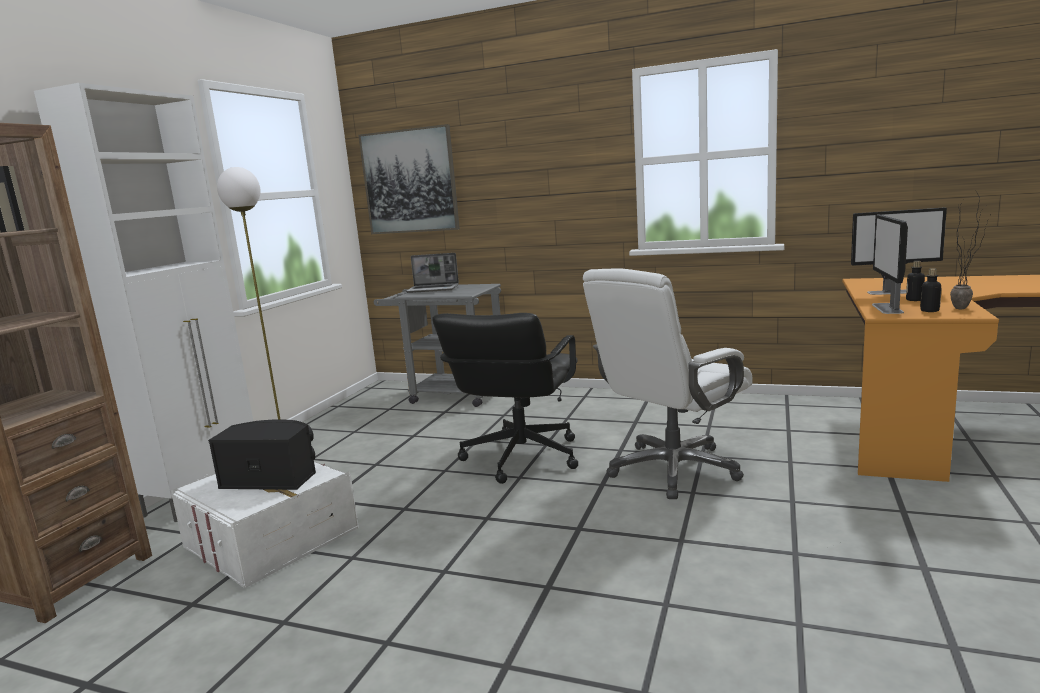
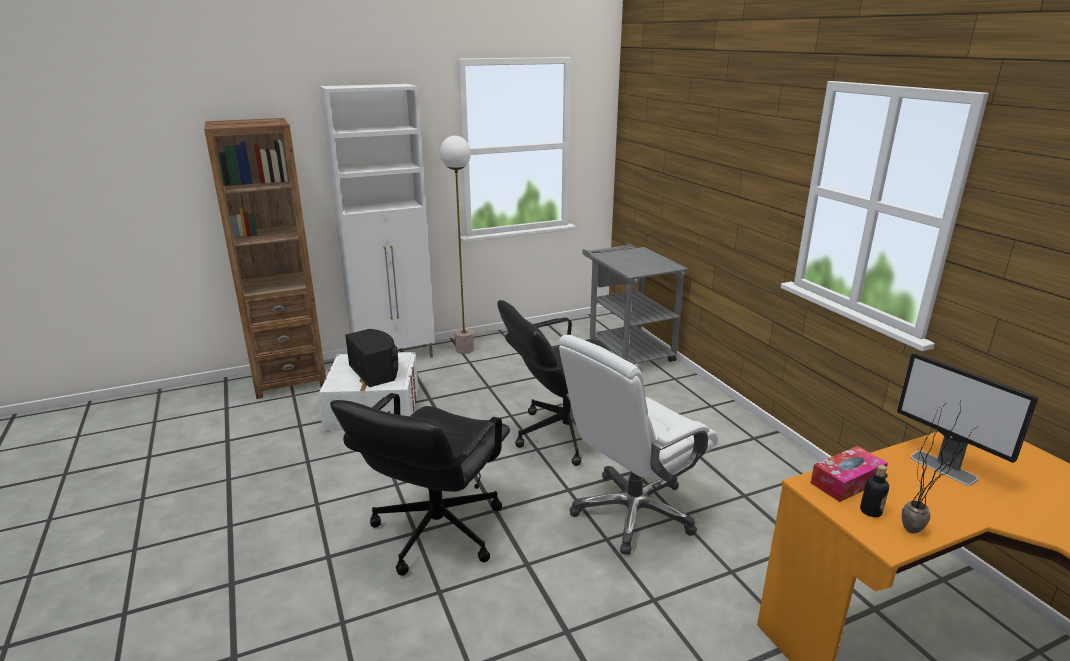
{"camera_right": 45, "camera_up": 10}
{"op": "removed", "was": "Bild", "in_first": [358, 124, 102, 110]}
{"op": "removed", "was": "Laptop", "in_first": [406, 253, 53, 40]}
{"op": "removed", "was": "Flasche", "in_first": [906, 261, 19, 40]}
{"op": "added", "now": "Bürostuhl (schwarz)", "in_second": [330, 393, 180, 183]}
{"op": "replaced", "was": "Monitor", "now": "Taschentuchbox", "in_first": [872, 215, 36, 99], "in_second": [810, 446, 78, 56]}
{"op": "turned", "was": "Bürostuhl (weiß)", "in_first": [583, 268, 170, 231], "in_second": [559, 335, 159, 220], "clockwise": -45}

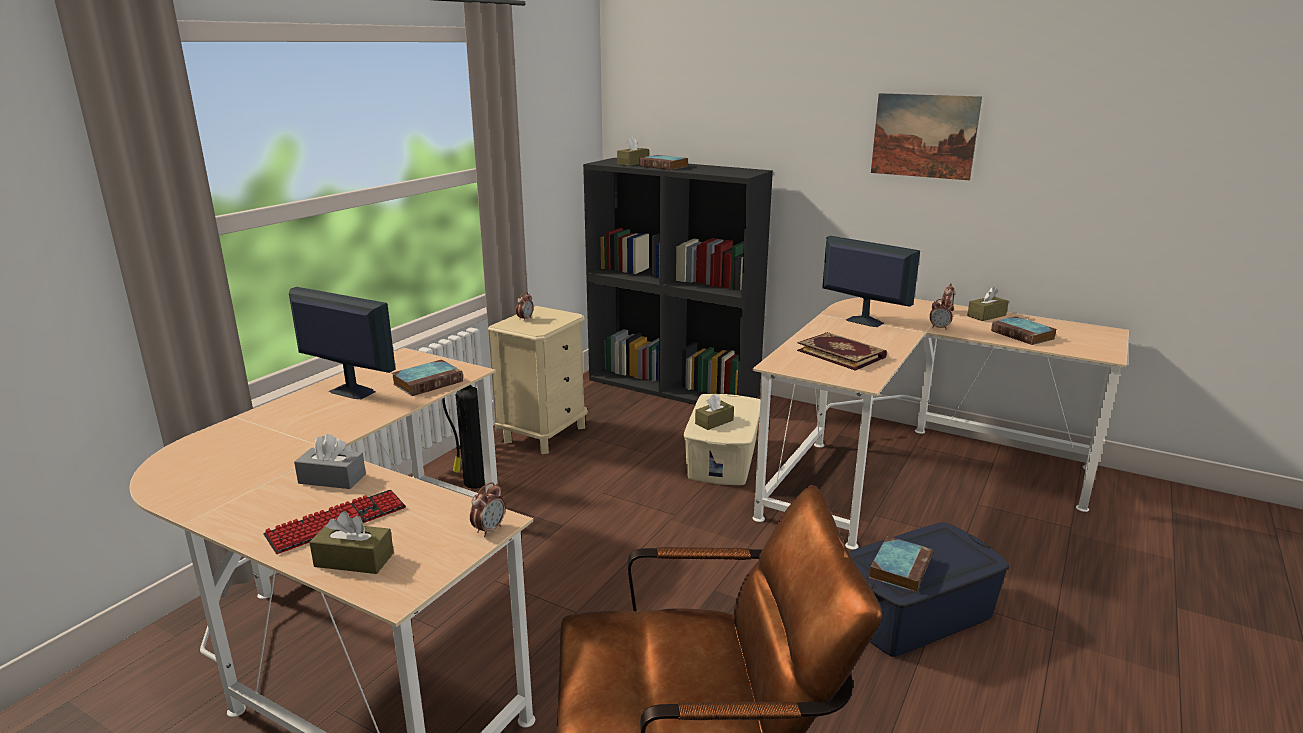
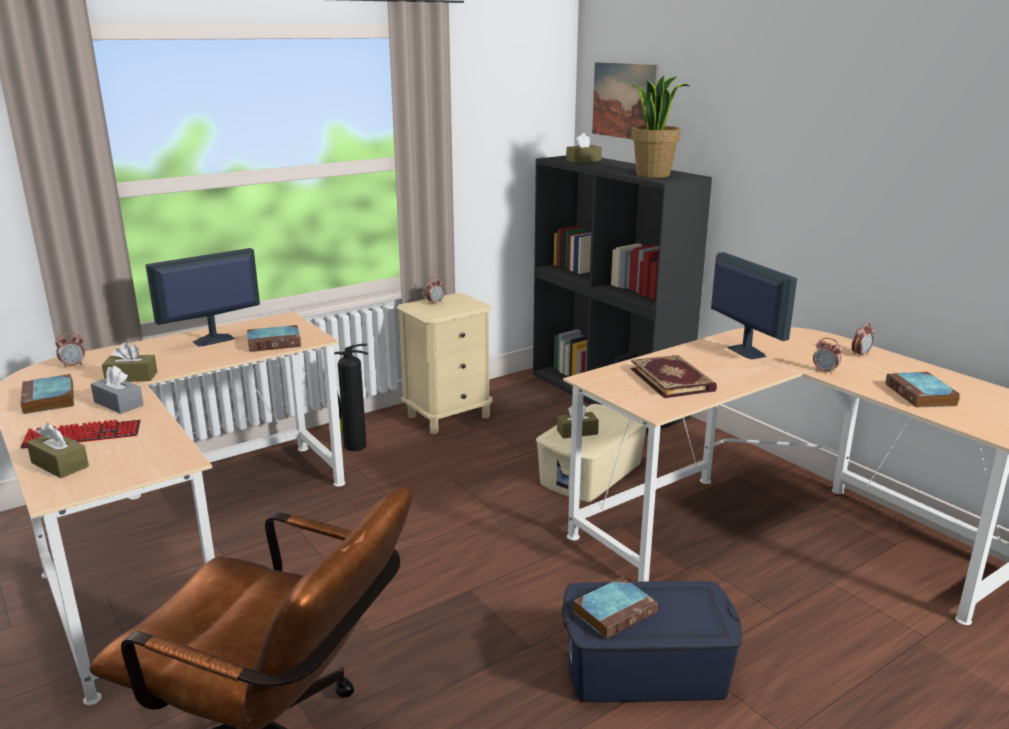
{"camera_right": 25, "camera_up": 0}
{"op": "added", "now": "Topfpflanze", "in_second": [630, 76, 59, 102]}
{"op": "moved", "was": "Wecker", "in_first": [470, 482, 35, 55], "in_second": [55, 332, 30, 36]}
{"op": "moved", "was": "Buch", "in_first": [639, 155, 49, 15], "in_second": [21, 374, 53, 40]}
{"op": "moved", "was": "Bild", "in_first": [871, 93, 111, 87], "in_second": [592, 62, 66, 77]}
{"op": "moved", "was": "Taschentuchbox (braun)", "in_first": [967, 287, 42, 34], "in_second": [102, 342, 56, 40]}
{"op": "turned", "was": "Monitor", "in_first": [289, 287, 107, 112], "in_second": [146, 248, 114, 99], "clockwise": -90}

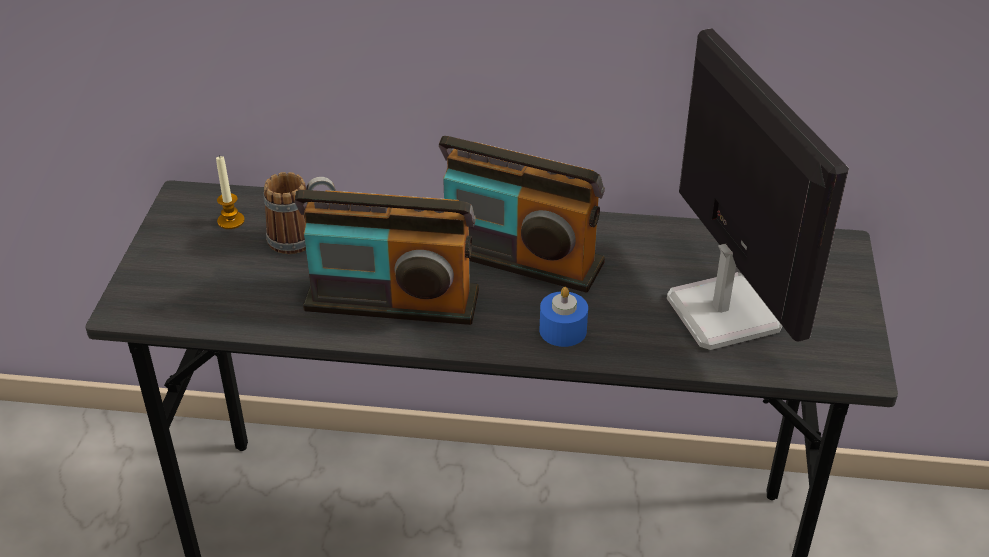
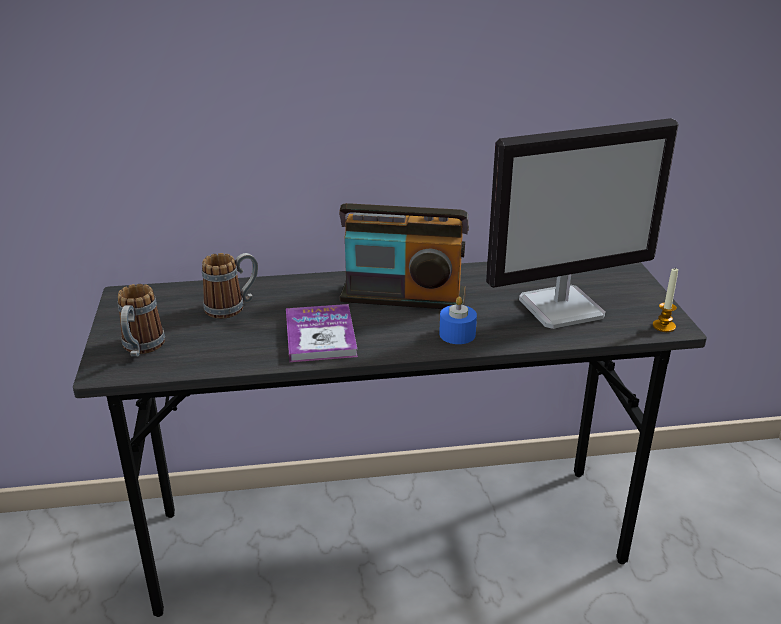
{"camera_right": -15, "camera_up": -10}
{"op": "added", "now": "Henkelbecher", "in_second": [118, 284, 47, 73]}
{"op": "moved", "was": "Kerze", "in_first": [216, 155, 29, 74], "in_second": [653, 267, 25, 65]}
{"op": "replaced", "was": "Radio", "now": "Buch", "in_first": [294, 190, 185, 135], "in_second": [286, 304, 72, 58]}
{"op": "turned", "was": "Monitor", "in_first": [667, 28, 182, 322], "in_second": [486, 118, 193, 211], "clockwise": 105}

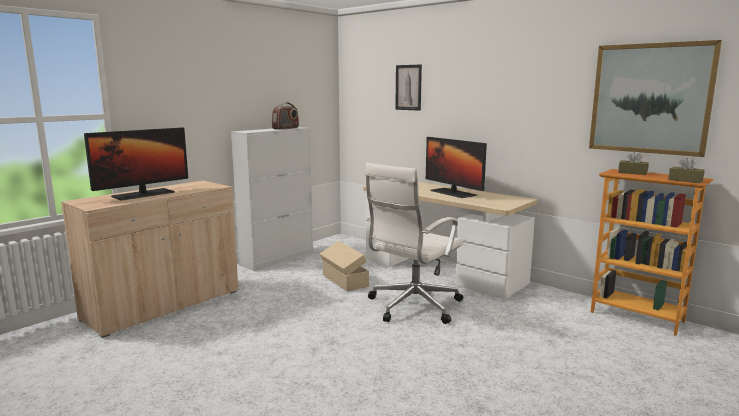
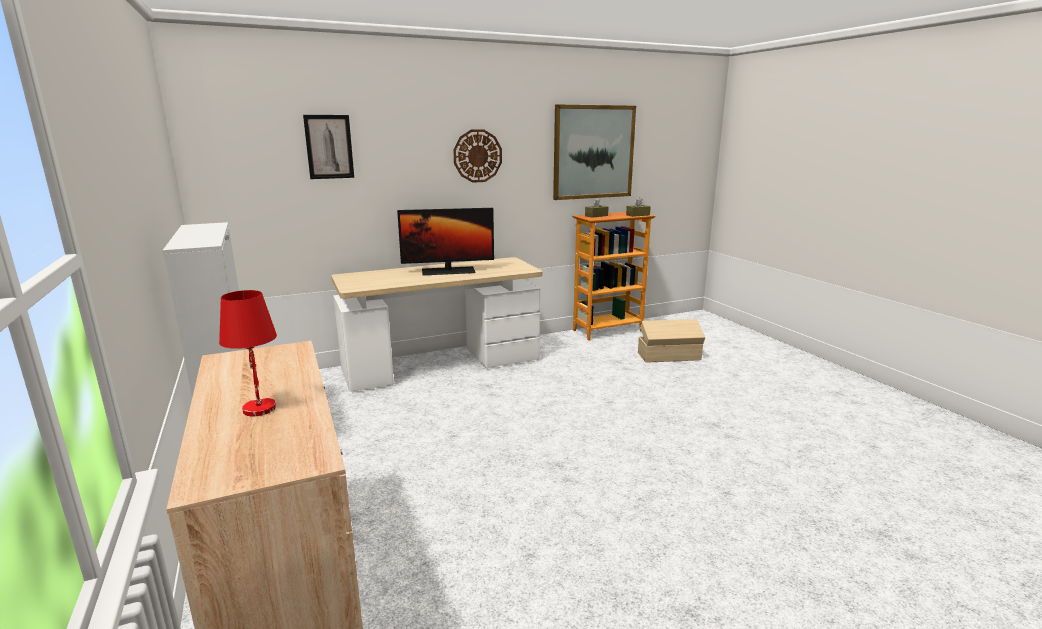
{"camera_right": -65, "camera_up": 5}
{"op": "removed", "was": "Radio", "in_first": [272, 102, 27, 28]}
{"op": "removed", "was": "Bürostuhl (weiß)", "in_first": [364, 163, 99, 161]}
{"op": "added", "now": "Wanduhr", "in_second": [453, 129, 49, 54]}
{"op": "moved", "was": "Aufbewahrungsbox (beige)", "in_first": [320, 241, 49, 51], "in_second": [638, 319, 67, 44]}
{"op": "replaced", "was": "Monitor", "now": "Tischlampe (rot)", "in_first": [84, 127, 104, 74], "in_second": [219, 290, 58, 126]}

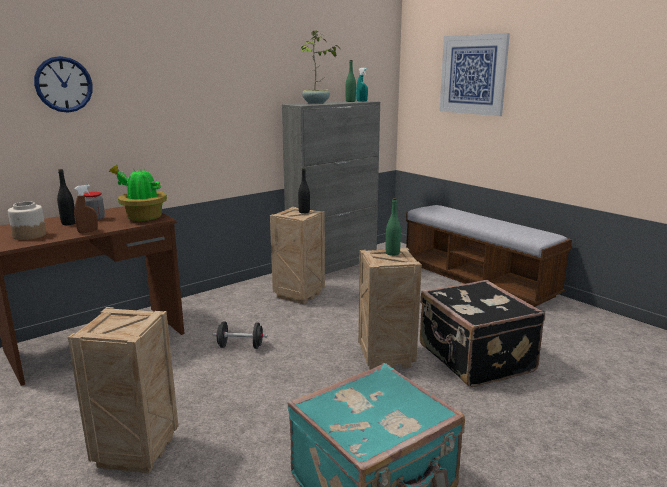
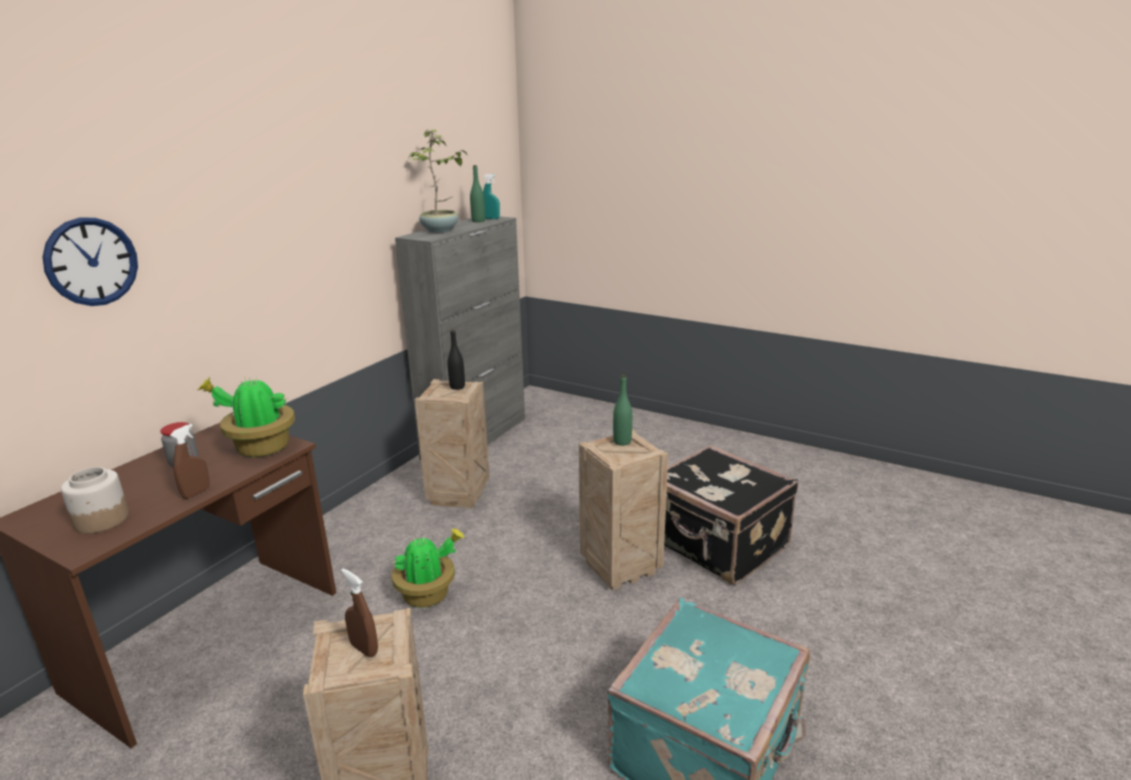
{"camera_right": -20, "camera_up": 5}
{"op": "removed", "was": "Flasche (schwarz)", "in_first": [57, 169, 18, 56]}
{"op": "removed", "was": "Bank", "in_first": [406, 205, 166, 102]}
{"op": "removed", "was": "Bild", "in_first": [440, 33, 70, 83]}
{"op": "added", "now": "Sprühflasche (braun)", "in_second": [341, 568, 37, 89]}
{"op": "replaced", "was": "Hantel (schwarz)", "now": "Topfpflanze", "in_first": [213, 321, 54, 28], "in_second": [391, 528, 74, 80]}

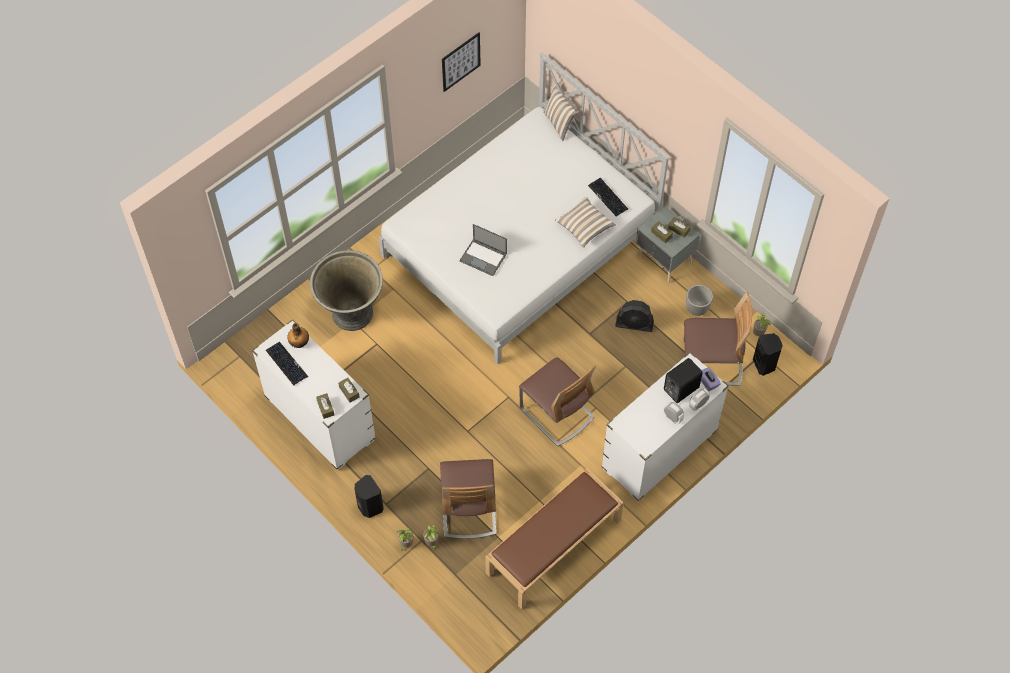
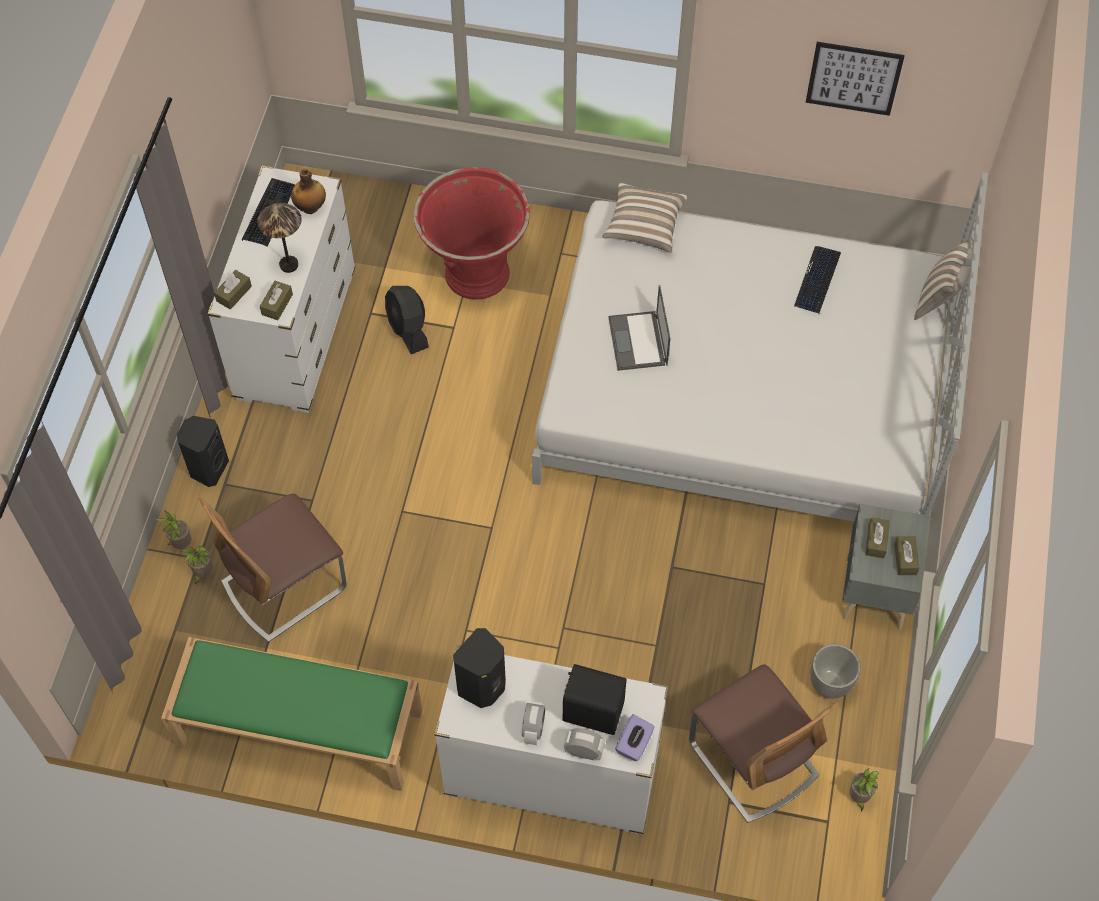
{"camera_right": 55, "camera_up": 0}
{"op": "removed", "was": "Stuhl", "in_first": [519, 357, 77, 89]}
{"op": "added", "now": "Tischlampe", "in_second": [257, 203, 45, 70]}
{"op": "moved", "was": "Kissen", "in_first": [555, 197, 61, 51], "in_second": [602, 182, 86, 71]}
{"op": "moved", "was": "Tastatur", "in_first": [588, 178, 40, 38], "in_second": [794, 246, 47, 68]}
{"op": "moved", "was": "Ventilator (schwarz)", "in_first": [615, 300, 39, 32], "in_second": [385, 286, 44, 68]}
{"op": "moved", "was": "Lautsprecher (schwarz)", "in_first": [753, 333, 30, 43], "in_second": [453, 628, 53, 80]}
{"op": "recoloured", "was": "Pflanzkübel (grau)", "now": "Pflanzkübel (rot)", "in_first": [310, 250, 73, 81], "in_second": [414, 167, 116, 133]}
{"op": "recoloured", "was": "Bank (braun)", "now": "Bank (grün)", "in_first": [485, 468, 139, 141], "in_second": [161, 637, 261, 154]}

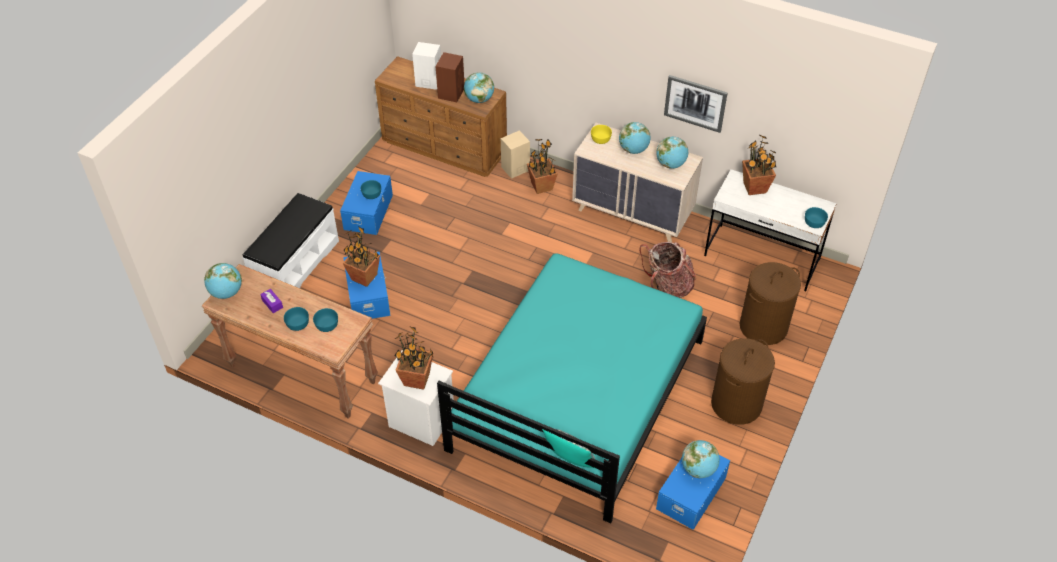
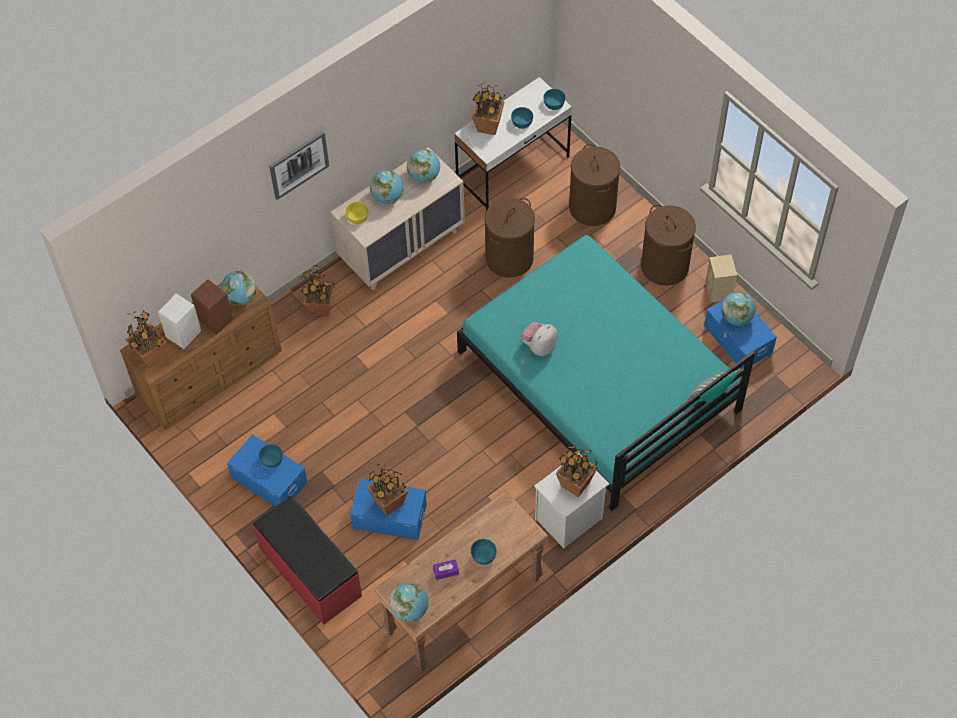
{"camera_right": -65, "camera_up": 10}
{"op": "added", "now": "Topfpflanze", "in_second": [125, 311, 41, 57]}
{"op": "added", "now": "Plüschtier", "in_second": [521, 322, 37, 34]}
{"op": "moved", "was": "Schüssel (türkis)", "in_first": [313, 308, 25, 24], "in_second": [511, 107, 22, 22]}
{"op": "moved", "was": "Lautsprecher (beige)", "in_first": [501, 130, 29, 49], "in_second": [705, 254, 32, 49]}
{"op": "moved", "was": "Bild", "in_first": [664, 75, 64, 58], "in_second": [269, 131, 60, 69]}
{"op": "replaced", "was": "Rucksack", "now": "Wäschekorb (braun)", "in_first": [639, 242, 57, 56], "in_second": [485, 198, 50, 80]}
{"op": "recoloured", "was": "Bank (weiß)", "now": "Bank (rot)", "in_first": [243, 193, 96, 95], "in_second": [253, 495, 109, 129]}

